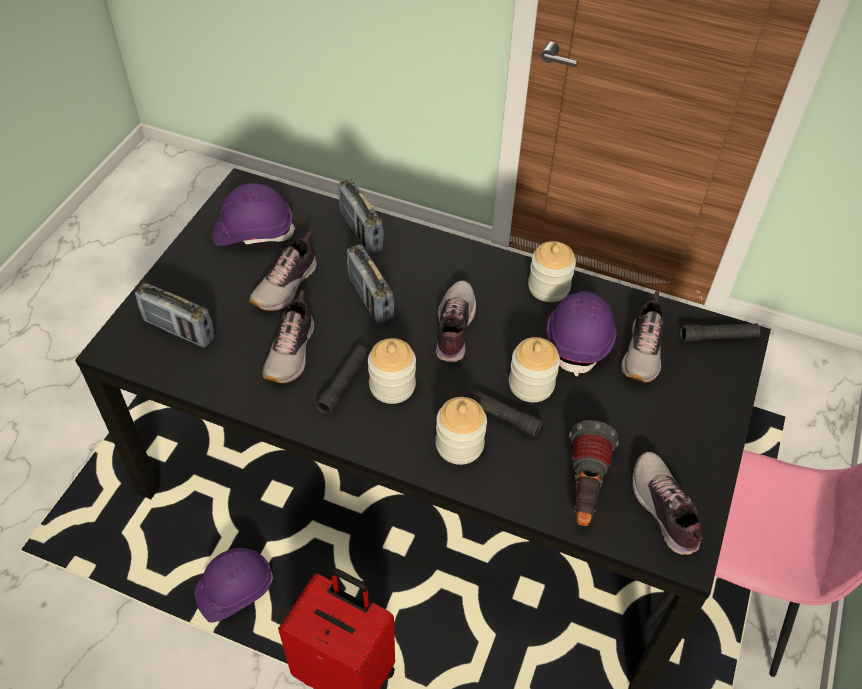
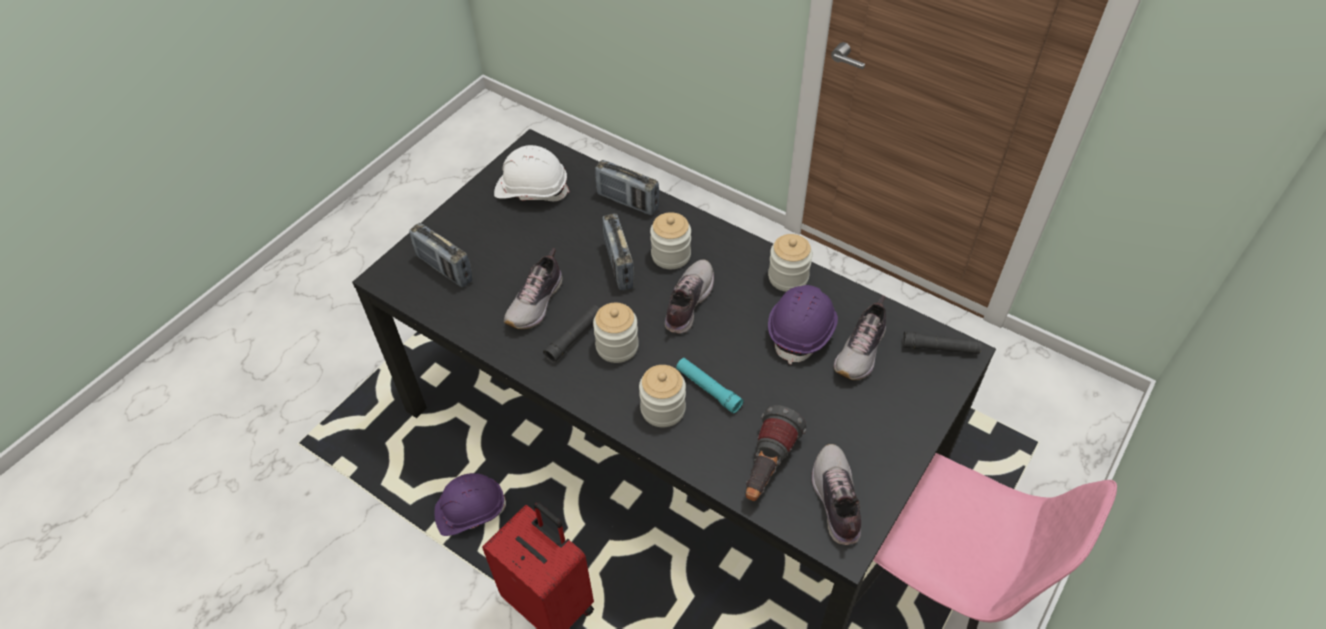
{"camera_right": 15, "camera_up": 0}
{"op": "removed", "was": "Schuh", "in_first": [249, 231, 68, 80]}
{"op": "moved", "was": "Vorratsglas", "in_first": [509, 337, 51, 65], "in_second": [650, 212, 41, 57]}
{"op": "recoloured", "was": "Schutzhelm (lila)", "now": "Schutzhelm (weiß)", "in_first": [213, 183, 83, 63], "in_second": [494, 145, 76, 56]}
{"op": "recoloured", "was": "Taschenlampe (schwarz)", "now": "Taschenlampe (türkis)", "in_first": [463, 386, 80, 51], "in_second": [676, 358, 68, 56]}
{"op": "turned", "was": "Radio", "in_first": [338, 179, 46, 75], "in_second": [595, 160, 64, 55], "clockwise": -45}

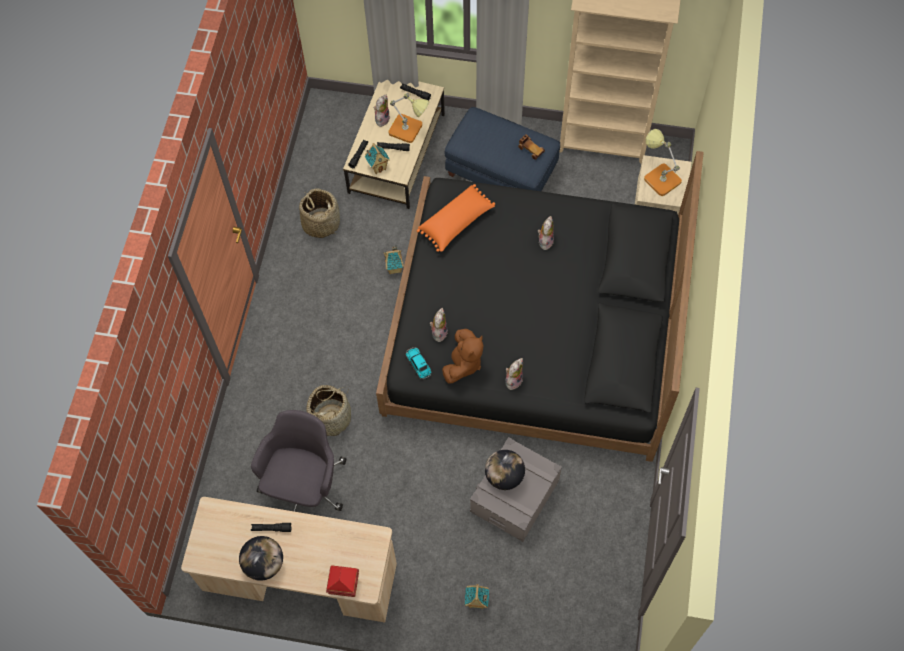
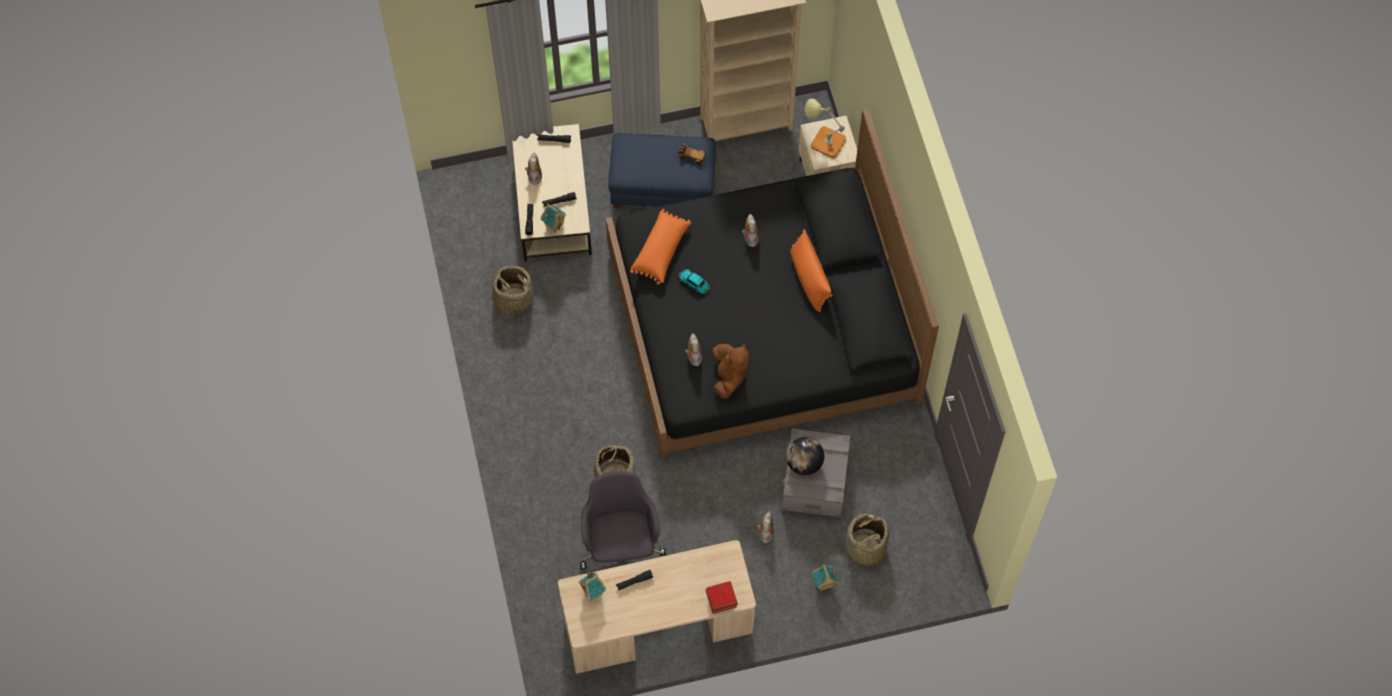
{"camera_right": -25, "camera_up": 0}
{"op": "removed", "was": "Globus", "in_first": [239, 536, 44, 45]}
{"op": "removed", "was": "Tischlampe", "in_first": [388, 93, 41, 50]}
{"op": "added", "now": "Kissen (orange)", "in_second": [790, 229, 43, 83]}
{"op": "added", "now": "Korb", "in_second": [845, 513, 44, 55]}
{"op": "moved", "was": "Spielzeughaus", "in_first": [384, 246, 20, 28], "in_second": [578, 570, 28, 31]}
{"op": "moved", "was": "Spielzeugauto", "in_first": [405, 347, 27, 32], "in_second": [678, 269, 32, 25]}
{"op": "moved", "was": "Plüschtier", "in_first": [505, 358, 18, 32], "in_second": [757, 511, 17, 32]}

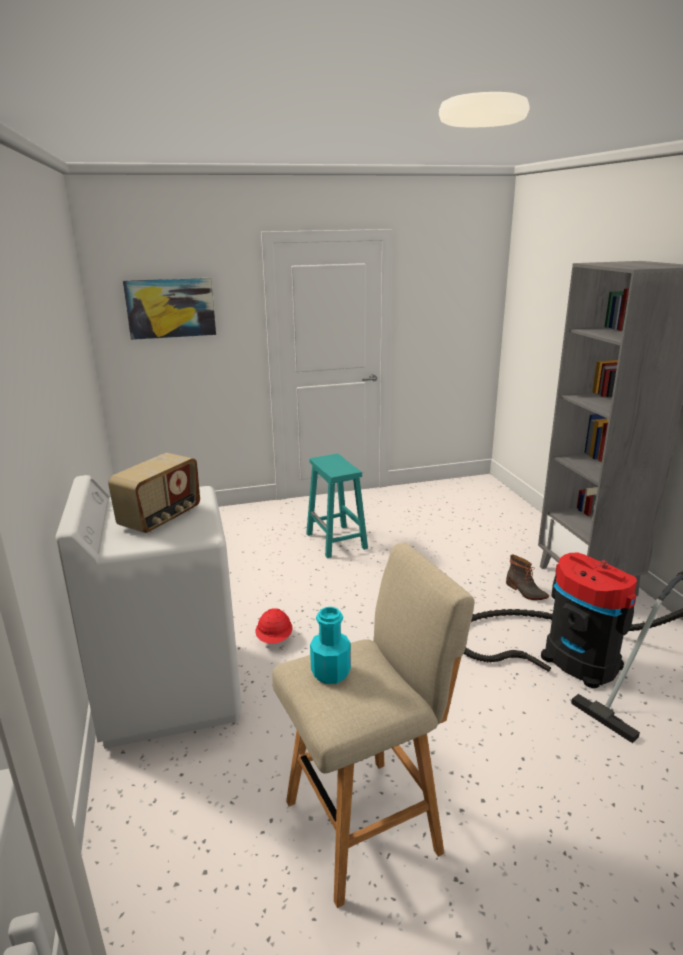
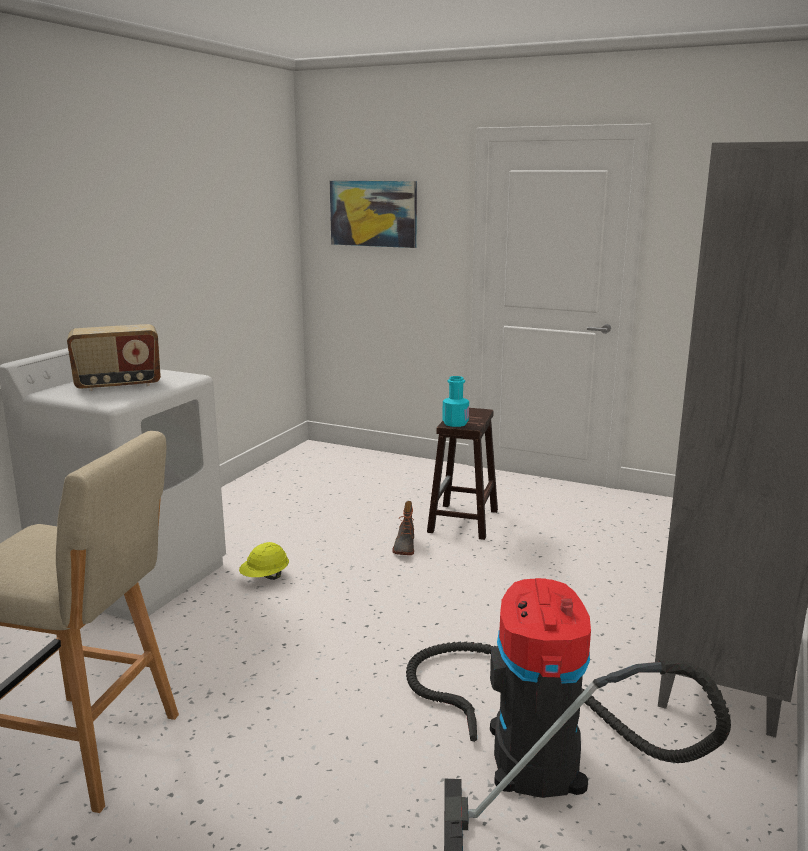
{"camera_right": 40, "camera_up": -5}
{"op": "moved", "was": "Flasche (türkis)", "in_first": [310, 607, 41, 77], "in_second": [442, 376, 27, 51]}
{"op": "moved", "was": "Stiefel", "in_first": [506, 554, 43, 46], "in_second": [392, 501, 22, 54]}
{"op": "recoloured", "was": "Schutzhelm (rot)", "now": "Schutzhelm (gelb)", "in_first": [256, 608, 37, 36], "in_second": [239, 542, 50, 38]}
{"op": "recoloured", "was": "Hocker (türkis)", "now": "Hocker (braun)", "in_first": [306, 454, 62, 104], "in_second": [427, 408, 71, 132]}

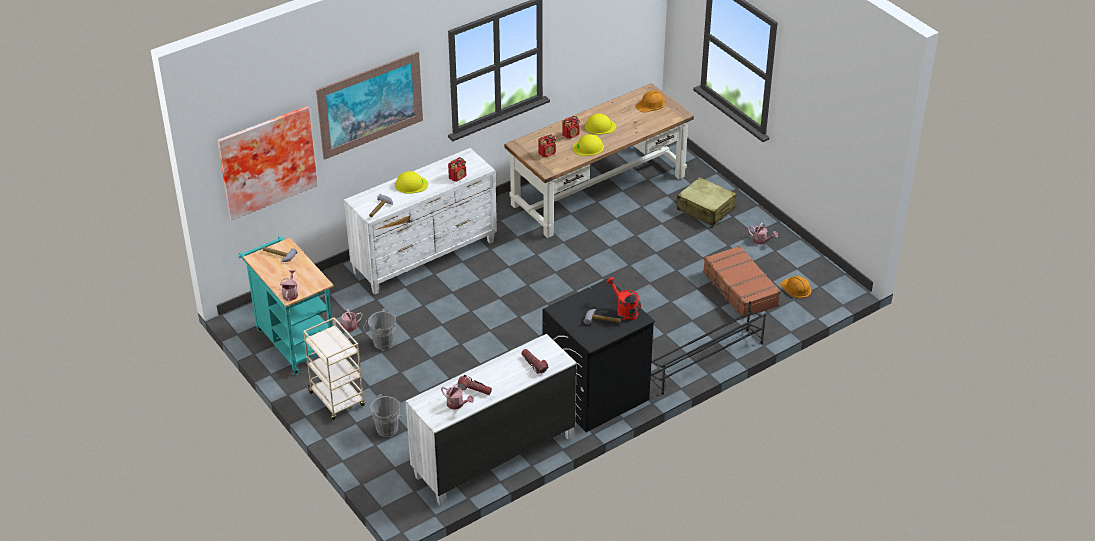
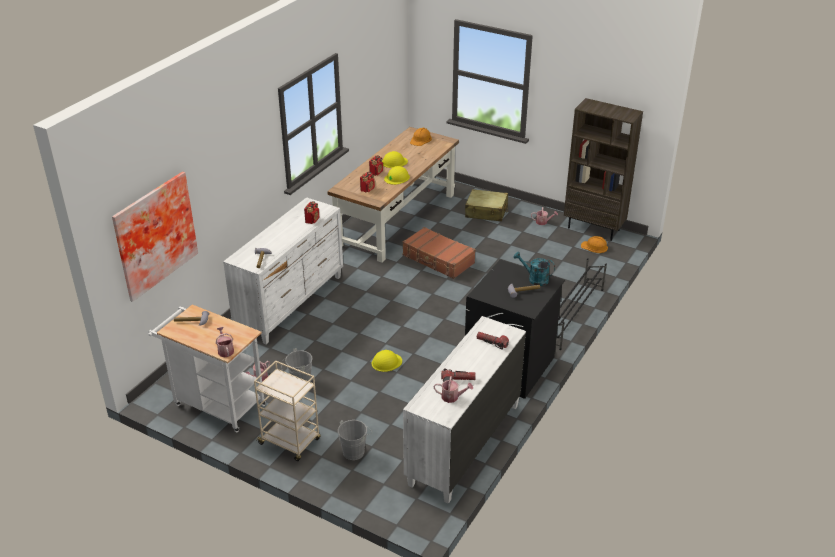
{"camera_right": -25, "camera_up": -5}
{"op": "removed", "was": "Bild", "in_first": [316, 52, 107, 108]}
{"op": "added", "now": "Bücherregal (braun)", "in_second": [564, 98, 79, 143]}
{"op": "moved", "was": "Schutzhelm (gelb)", "in_first": [395, 171, 33, 23], "in_second": [372, 350, 30, 22]}
{"op": "moved", "was": "Koffer (braun)", "in_first": [703, 245, 78, 73], "in_second": [402, 227, 74, 52]}
{"op": "recoloured", "was": "Rollwagen (türkis)", "now": "Rollwagen (weiß)", "in_first": [238, 236, 96, 139], "in_second": [148, 305, 118, 128]}
{"op": "recoloured", "was": "Gießkanne (rot)", "now": "Gießkanne (türkis)", "in_first": [607, 277, 34, 44], "in_second": [513, 251, 42, 35]}

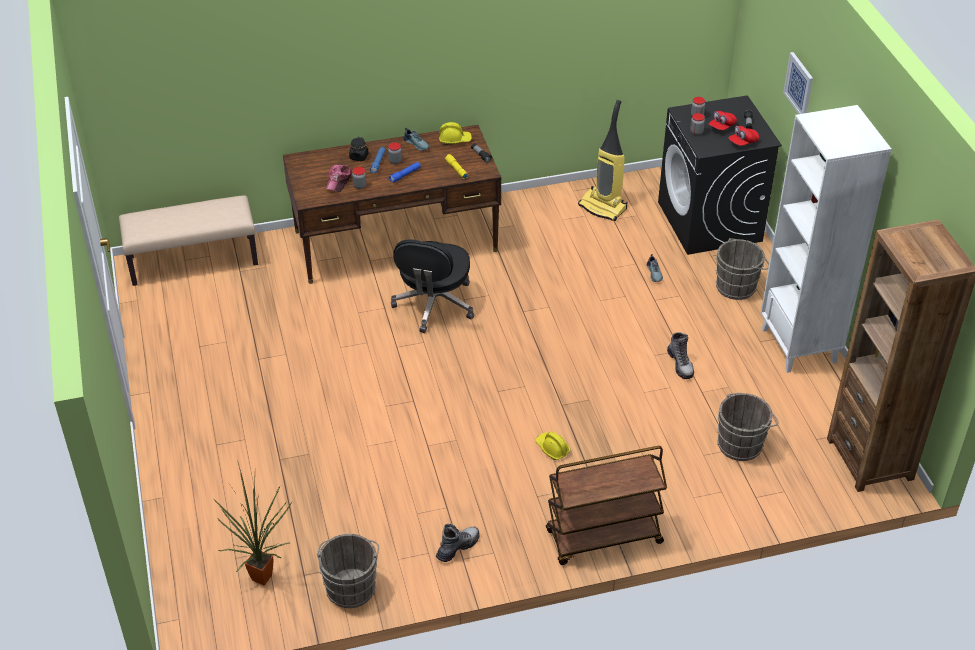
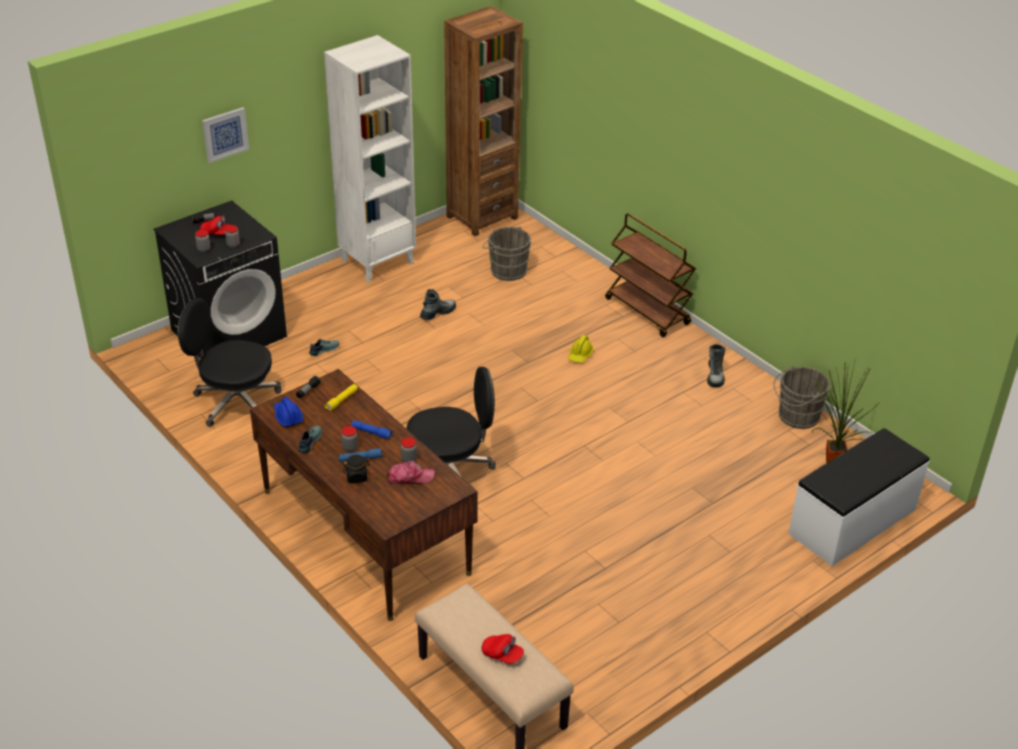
{"camera_right": -115, "camera_up": -5}
{"op": "removed", "was": "Eimer (grau)", "in_first": [715, 238, 54, 62]}
{"op": "added", "now": "Bank (weiß)", "in_second": [788, 428, 142, 138]}
{"op": "moved", "was": "Kappe (rot)", "in_first": [728, 126, 31, 20], "in_second": [482, 634, 42, 30]}
{"op": "replaced", "was": "Staubsauger", "now": "Bürostuhl (schwarz)", "in_first": [578, 100, 49, 121], "in_second": [177, 298, 105, 129]}
{"op": "recoloured", "was": "Schutzhelm (gelb)", "now": "Schutzhelm (blau)", "in_first": [439, 122, 33, 23], "in_second": [274, 397, 29, 30]}
{"op": "turned", "was": "Stiefel", "in_first": [436, 524, 44, 38], "in_second": [707, 344, 19, 43], "clockwise": -105}

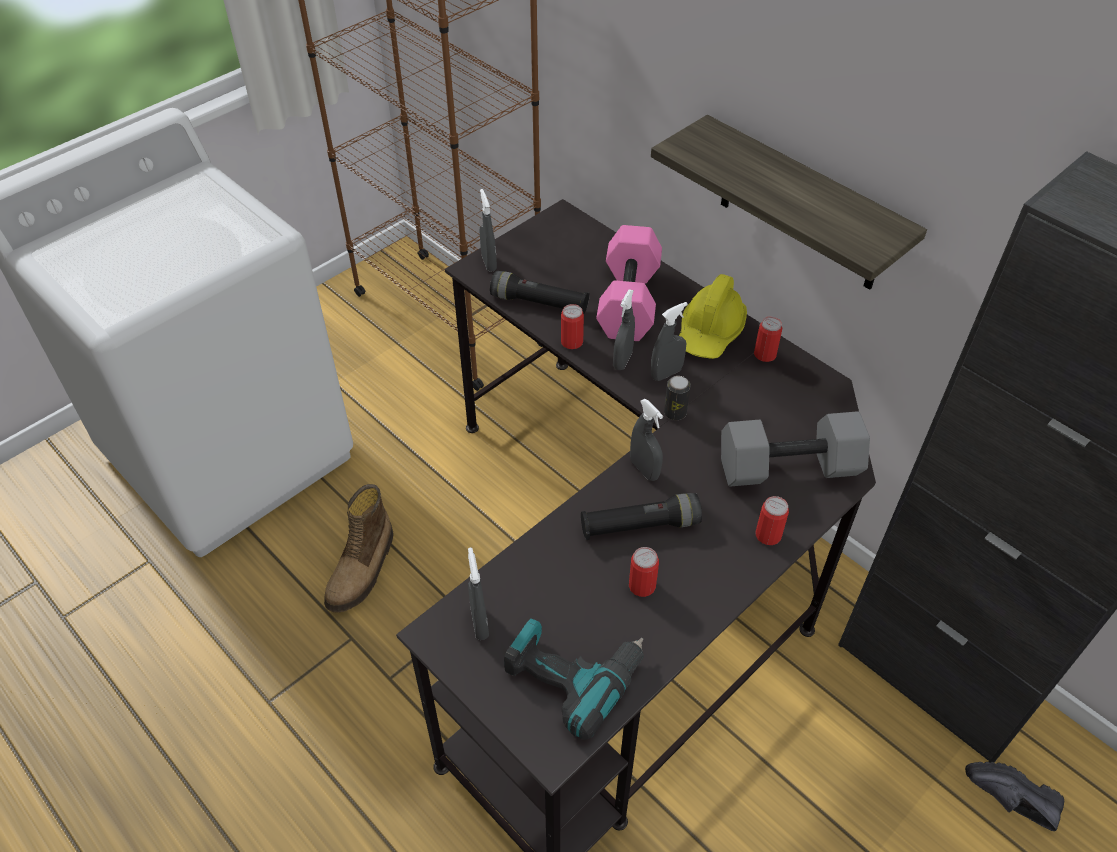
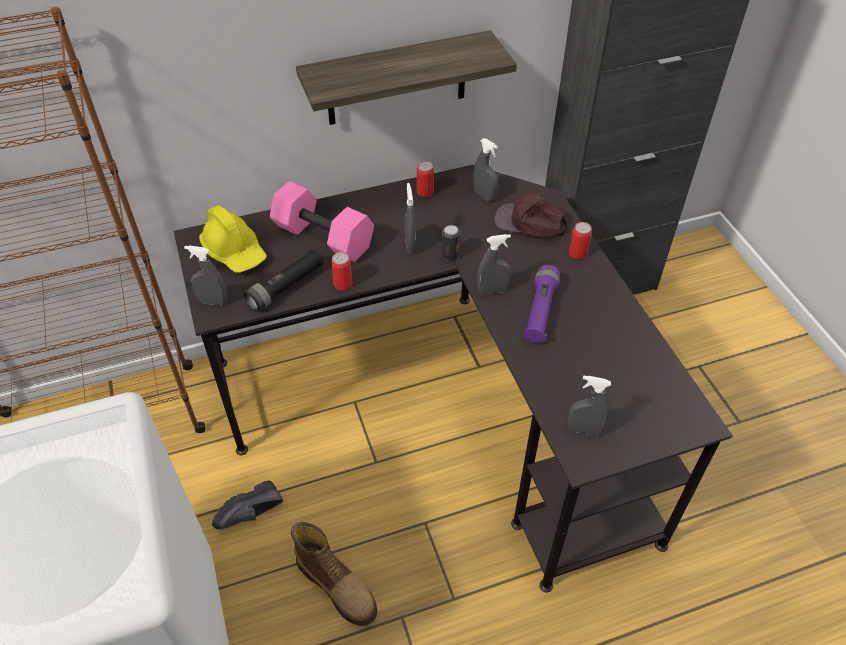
{"camera_right": -65, "camera_up": 0}
{"op": "removed", "was": "Bohrmaschine", "in_first": [504, 618, 140, 122]}
{"op": "removed", "was": "Dose", "in_first": [629, 547, 30, 50]}
{"op": "moved", "was": "Sprühflasche (grau)", "in_first": [613, 289, 22, 81], "in_second": [473, 138, 25, 63]}
{"op": "moved", "was": "Schutzhelm (gelb)", "in_first": [679, 274, 68, 85], "in_second": [199, 205, 68, 68]}
{"op": "moved", "was": "Schuh (schwarz)", "in_first": [965, 762, 99, 69], "in_second": [212, 480, 71, 49]}
{"op": "replaced", "was": "Hantel (grau)", "now": "Kappe (braun)", "in_first": [721, 411, 149, 76], "in_second": [494, 191, 74, 47]}
{"op": "recoloured", "was": "Taschenlampe (schwarz)", "now": "Taschenlampe (lila)", "in_first": [581, 493, 121, 47], "in_second": [524, 265, 36, 78]}

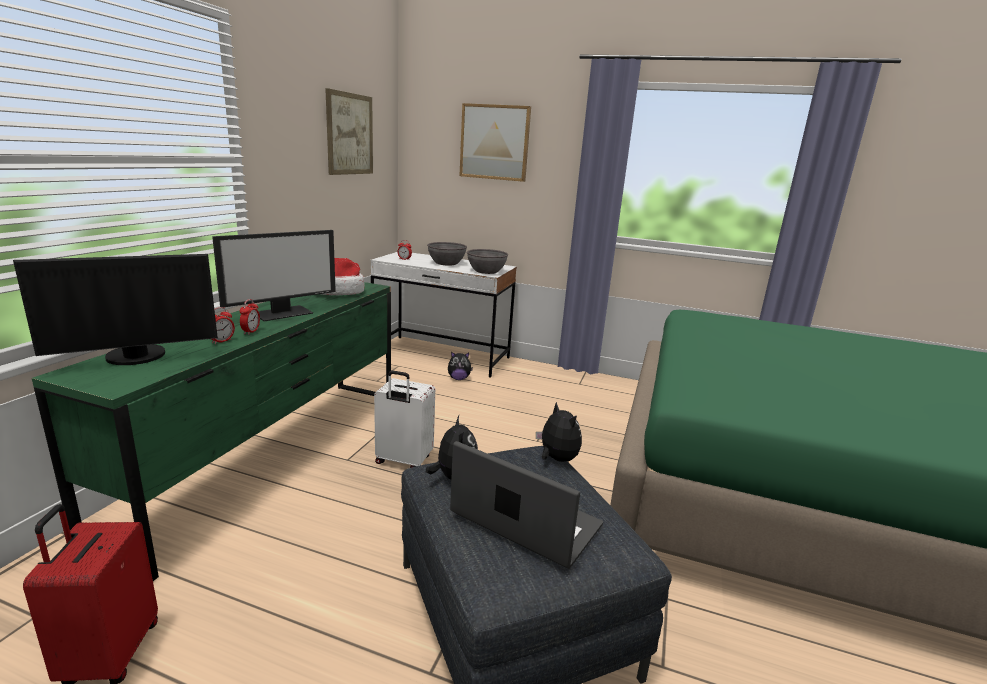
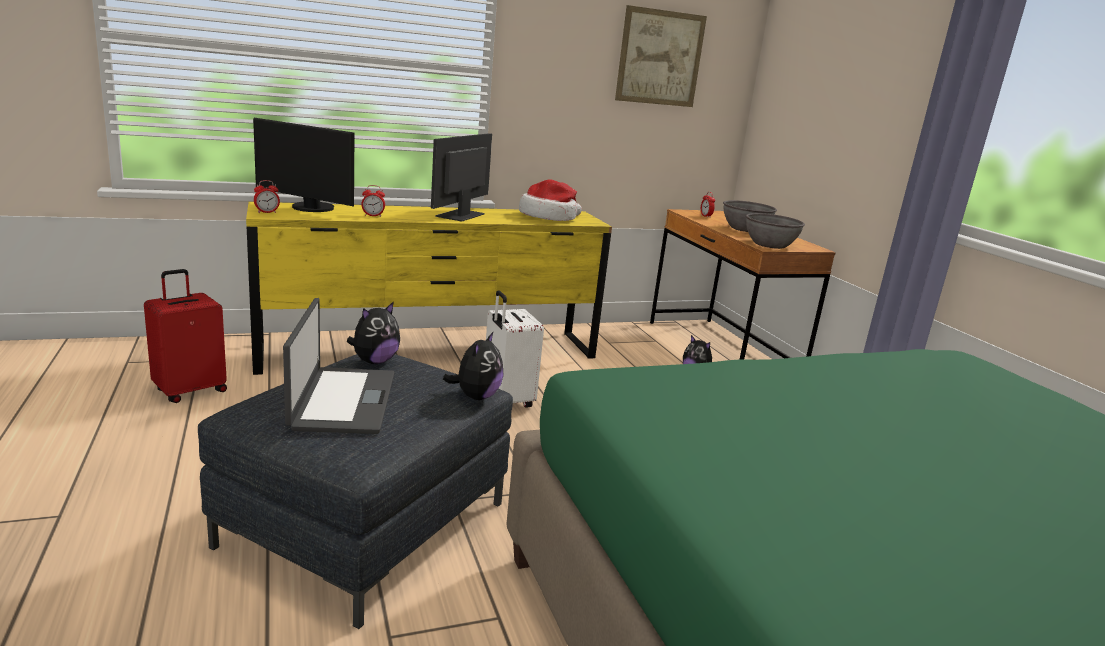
{"camera_right": 50, "camera_up": 0}
{"op": "removed", "was": "Bild", "in_first": [459, 103, 72, 79]}
{"op": "moved", "was": "Wecker", "in_first": [240, 299, 20, 36], "in_second": [254, 180, 26, 33]}
{"op": "recoloured", "was": "Kommode (grün)", "now": "Kommode (gelb)", "in_first": [32, 282, 359, 299], "in_second": [246, 202, 366, 173]}
{"op": "recoloured", "was": "Schreibtisch (weiß)", "now": "Schreibtisch (braun)", "in_first": [370, 252, 147, 126], "in_second": [650, 209, 186, 150]}
{"op": "turned", "was": "Monitor", "in_first": [212, 230, 124, 91], "in_second": [431, 133, 61, 89], "clockwise": 105}

